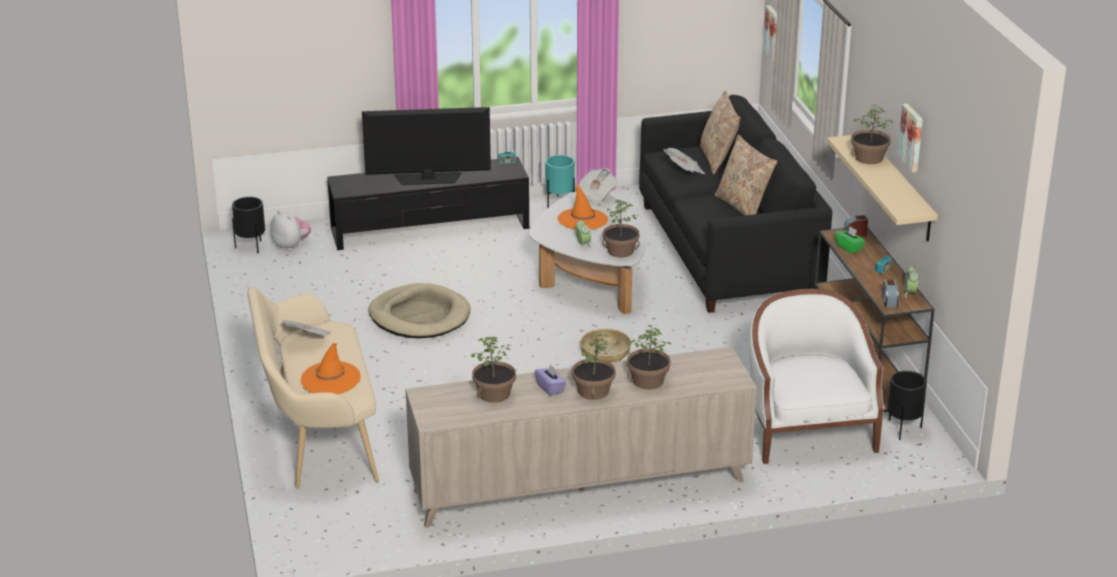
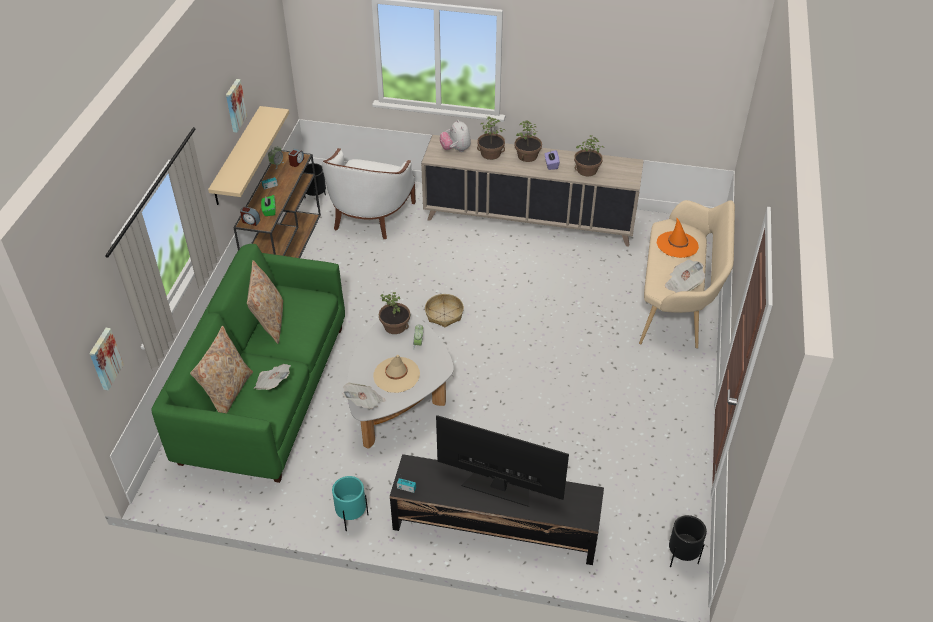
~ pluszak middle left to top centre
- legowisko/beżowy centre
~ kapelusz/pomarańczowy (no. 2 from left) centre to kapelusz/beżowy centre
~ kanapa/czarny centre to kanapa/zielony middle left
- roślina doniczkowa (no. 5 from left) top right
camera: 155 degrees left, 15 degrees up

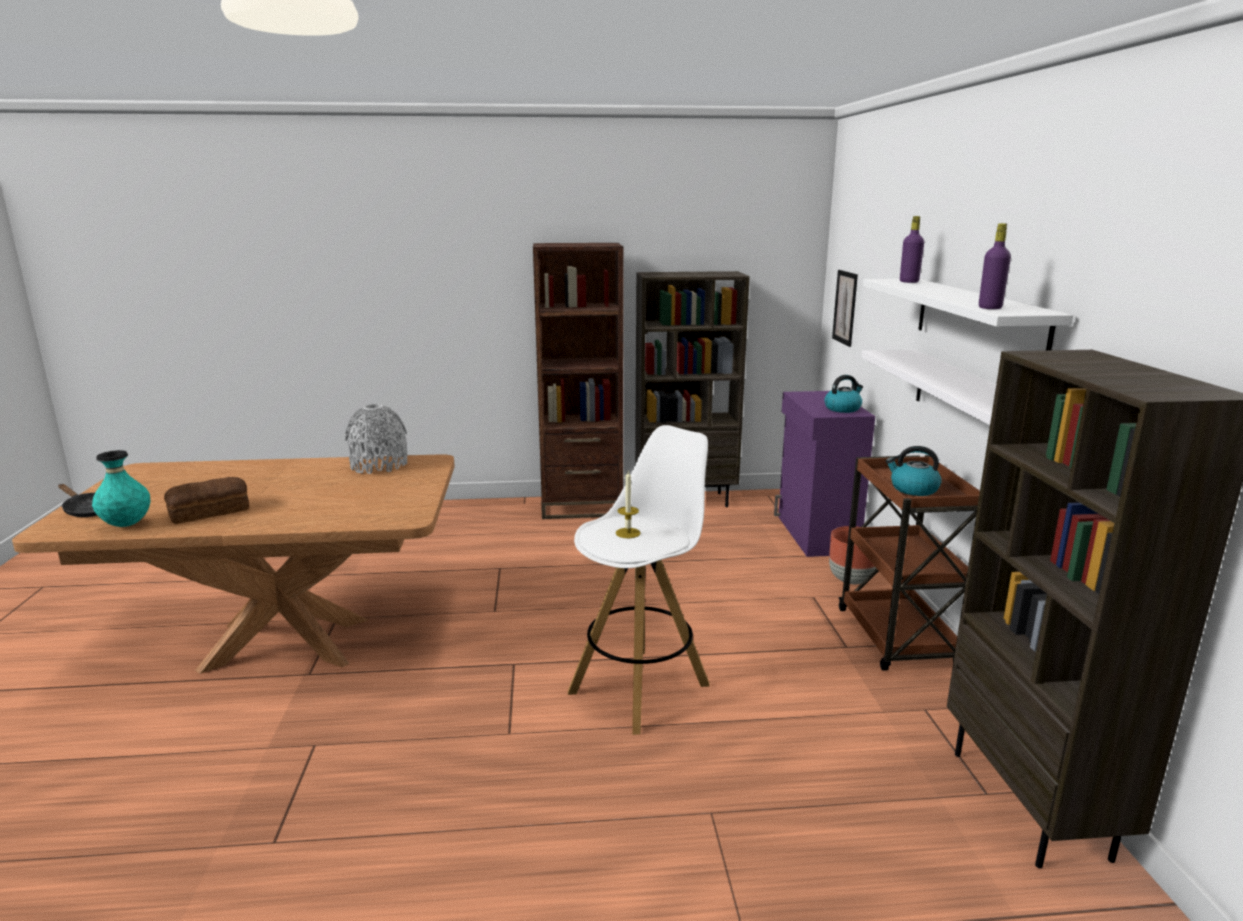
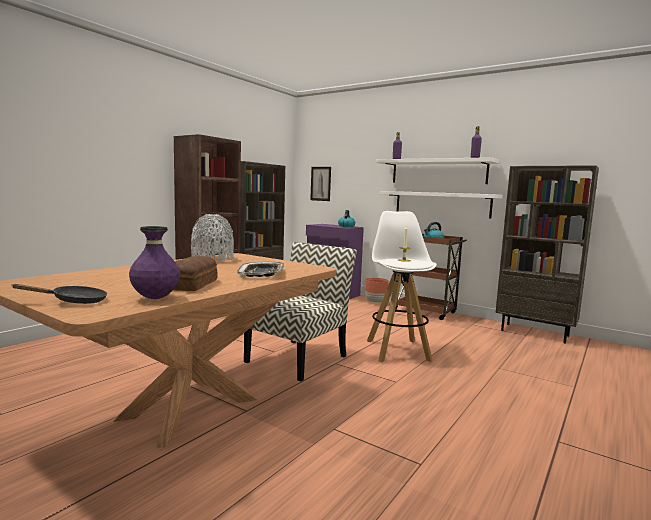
~ wazon/turkusowy middle left to wazon/fioletowy middle left
+ taca centre
+ krzesło centre
camera: 50 degrees left, 10 degrees down

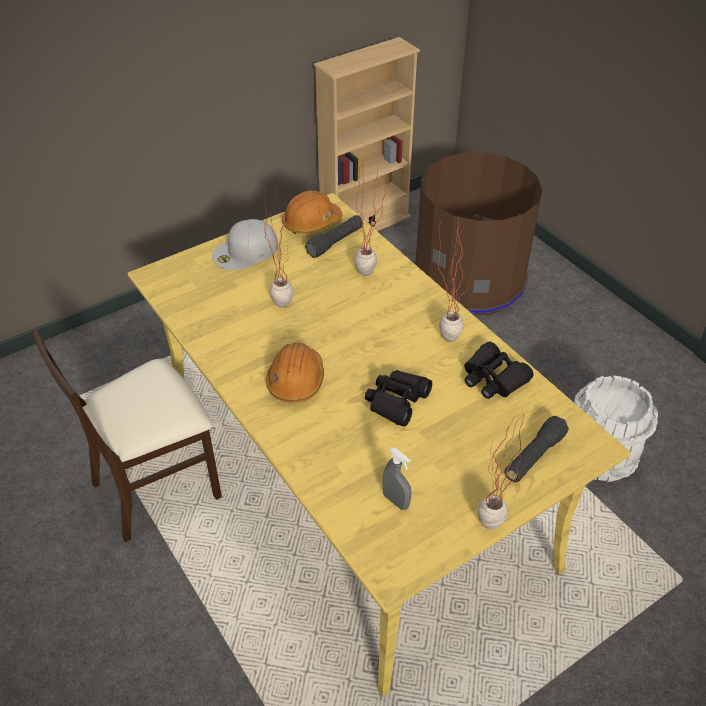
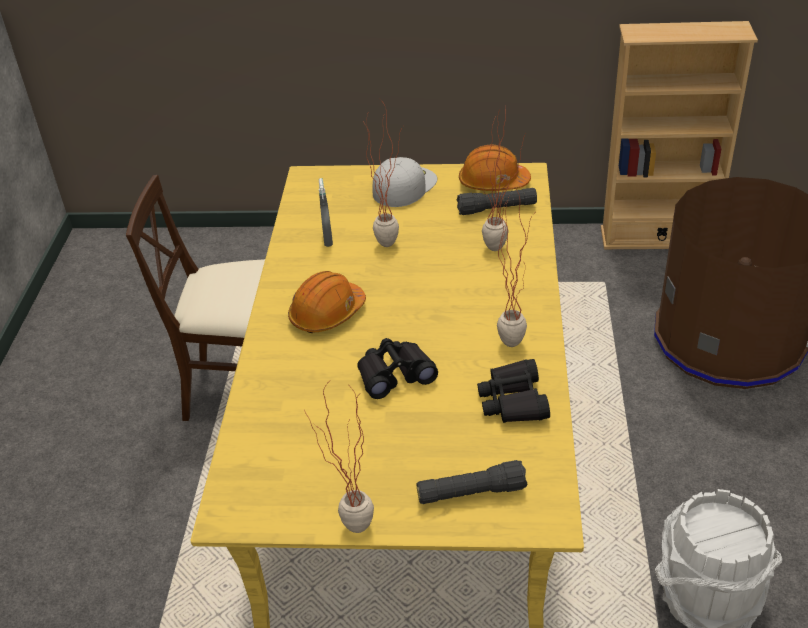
~ czapka z daszkiem/biały centre = top centre 120 degrees clockwise
~ spryskiwacz/szary bottom centre to centre
camera: 40 degrees right, 5 degrees down

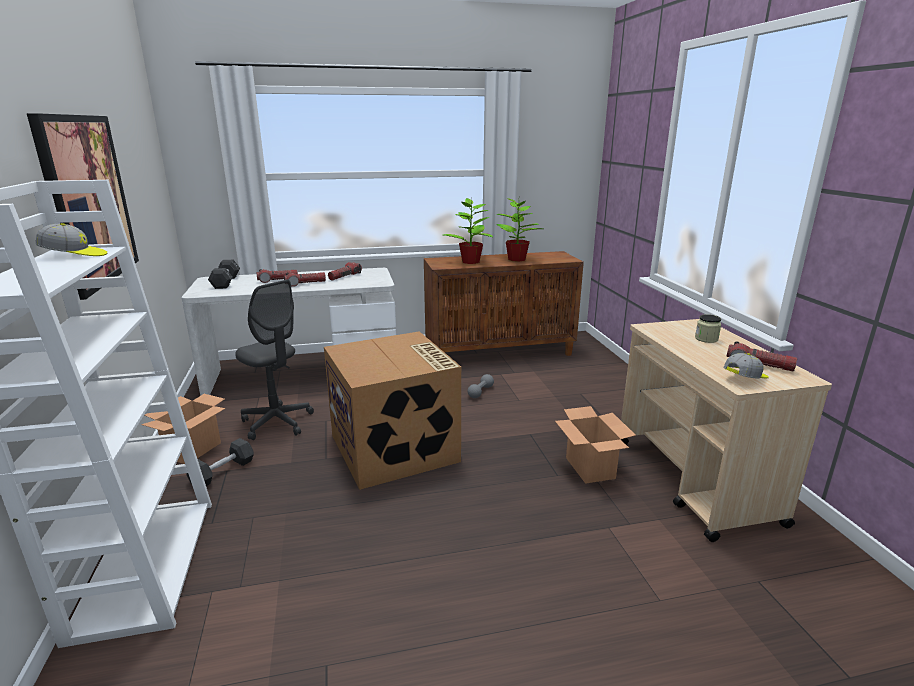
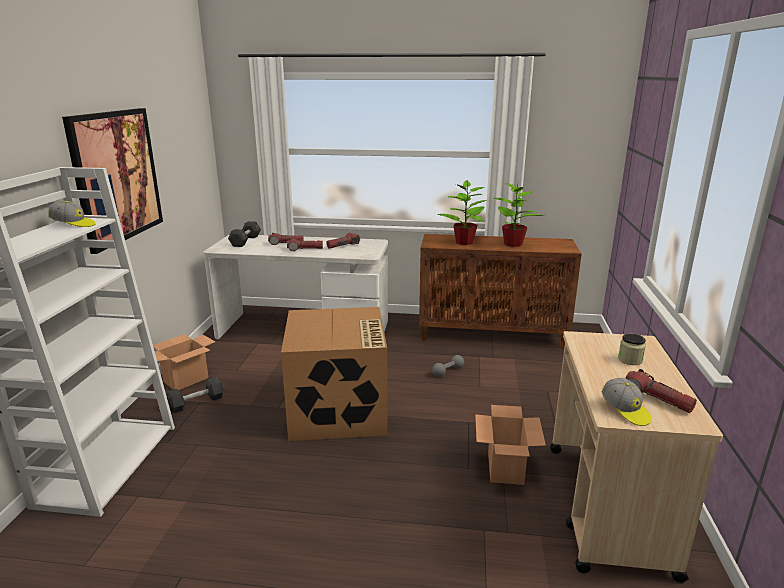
- krzesło biurowe/szary middle left
~ czapka z daszkiem (no. 2 from left) middle right = bottom right 75 degrees clockwise
camera: 20 degrees right, 0 degrees up

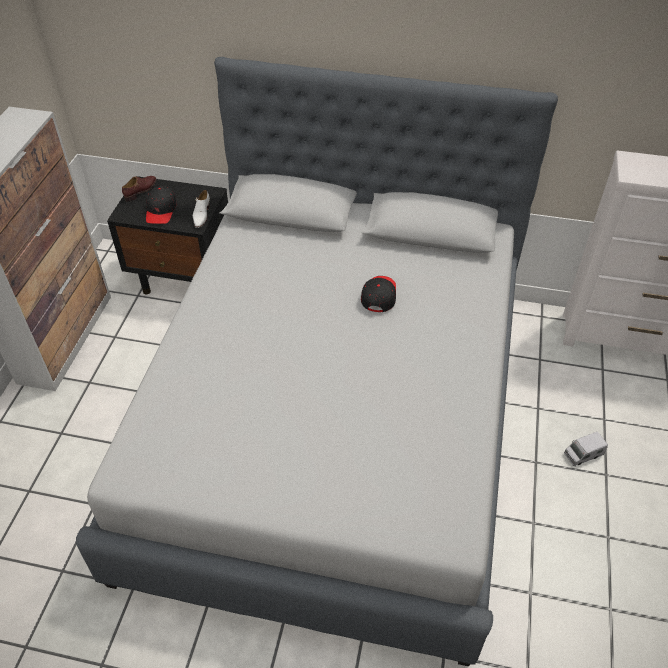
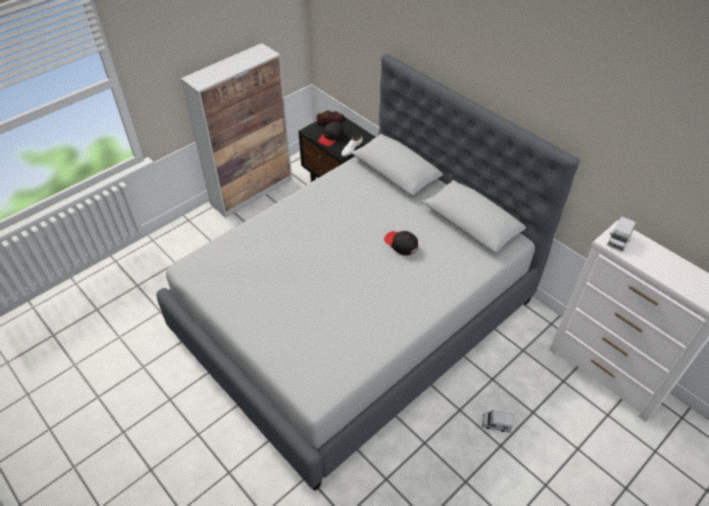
~ czapka z daszkiem/czarny (no. 2 from left) centre = centre 90 degrees counterclockwise
+ ciężarówka zabawkowa (no. 2 from left) middle right
camera: 35 degrees right, 0 degrees up

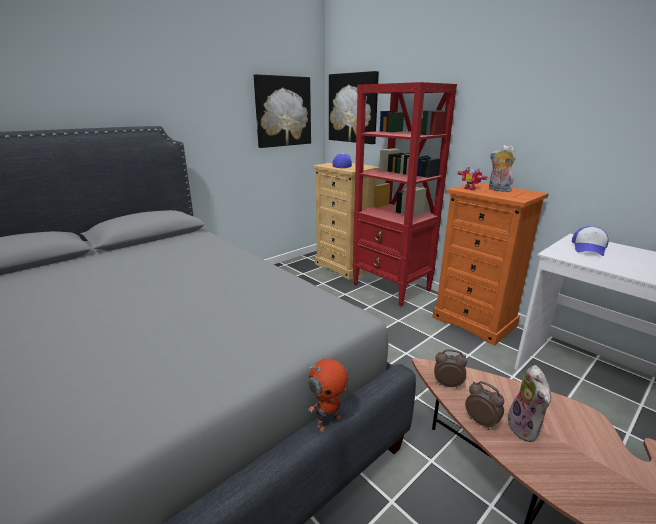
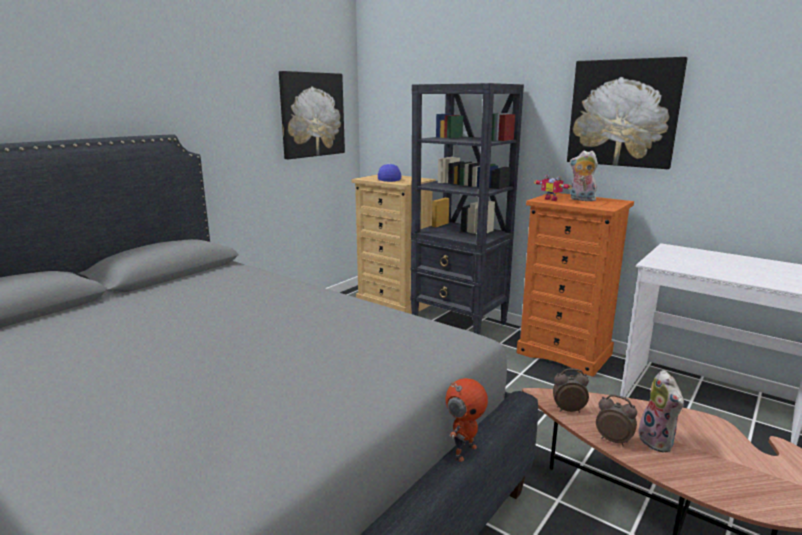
~ obraz (no. 2 from left) top centre to top right
~ regał/czerwony centre to regał/czarny centre
- czapka z daszkiem (no. 2 from left) middle right
camera: 10 degrees left, 5 degrees down

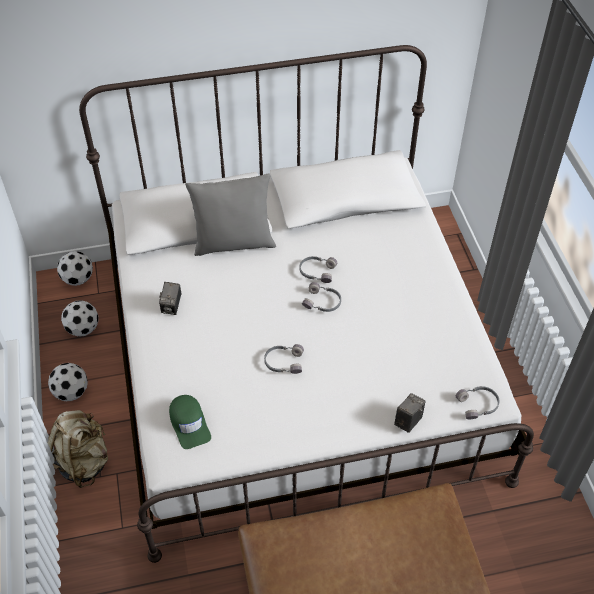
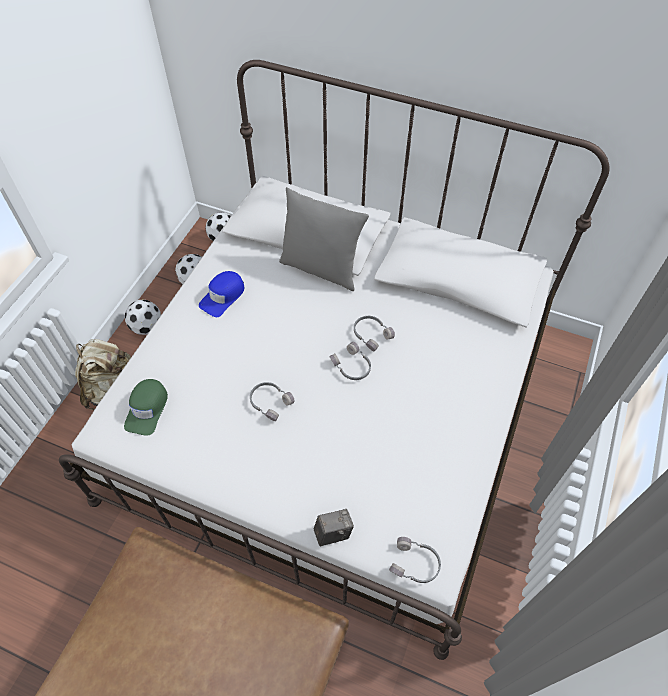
~ aparat fotograficzny (no. 1 from left) middle left to czapka z daszkiem/niebieski middle left
camera: 35 degrees right, 5 degrees up

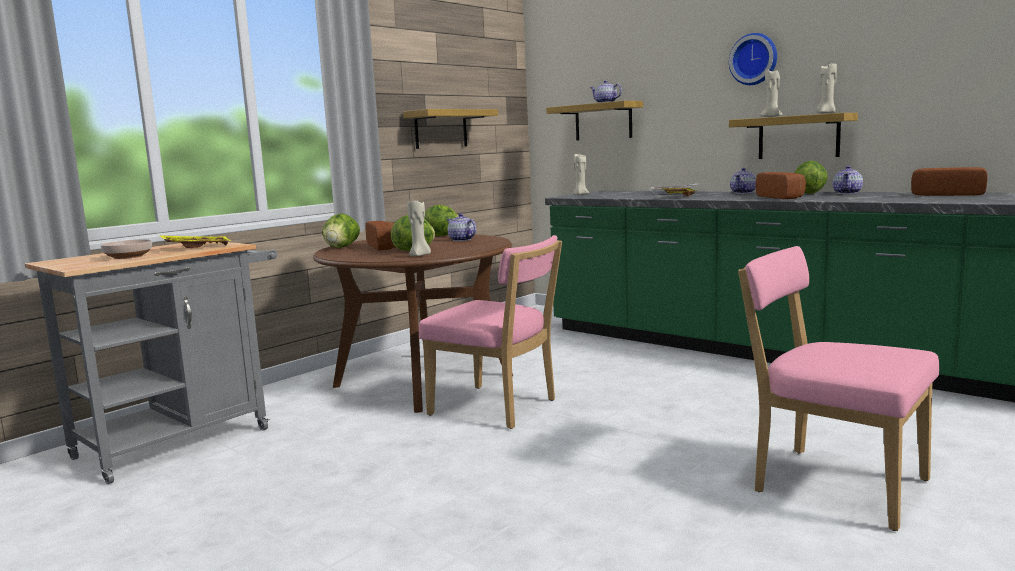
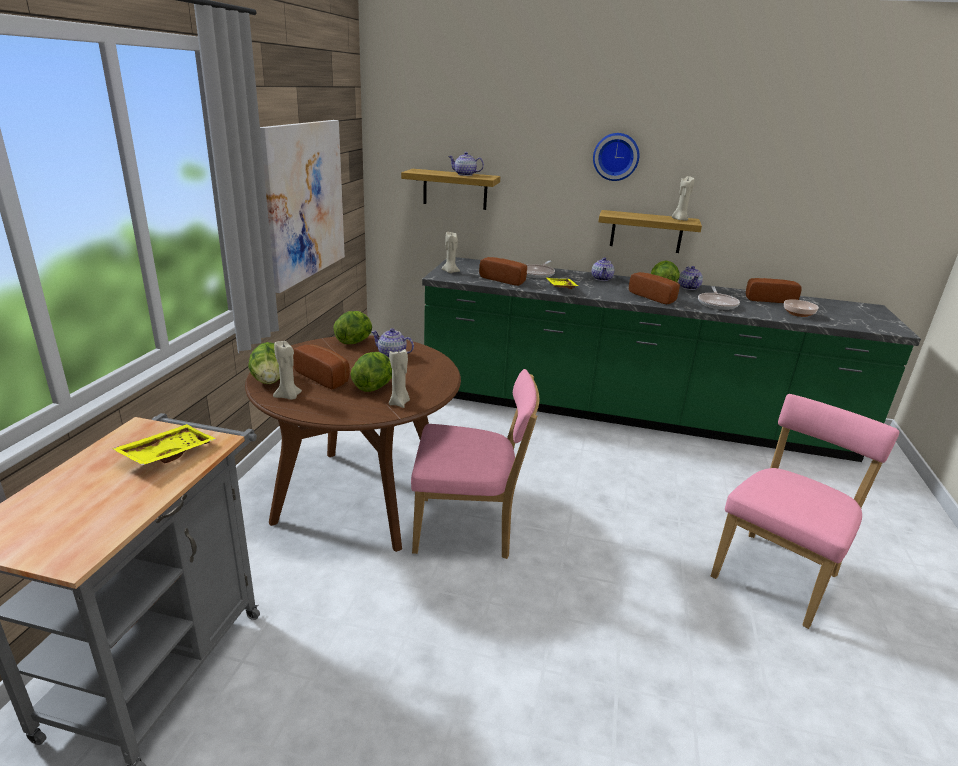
~ miska middle left to middle right
~ półka (no. 1 from left) top centre to obraz top left
~ krzesło/różowy (no. 2 from left) bottom right = bottom right 120 degrees clockwise
~ świeca/beżowy (no. 3 from left in the first image) top right to świeca/beżowy (no. 1 from left) middle left
+ chleb (no. 2 from left) centre
+ patelnia (no. 2 from left) middle right
camera: 30 degrees left, 15 degrees up

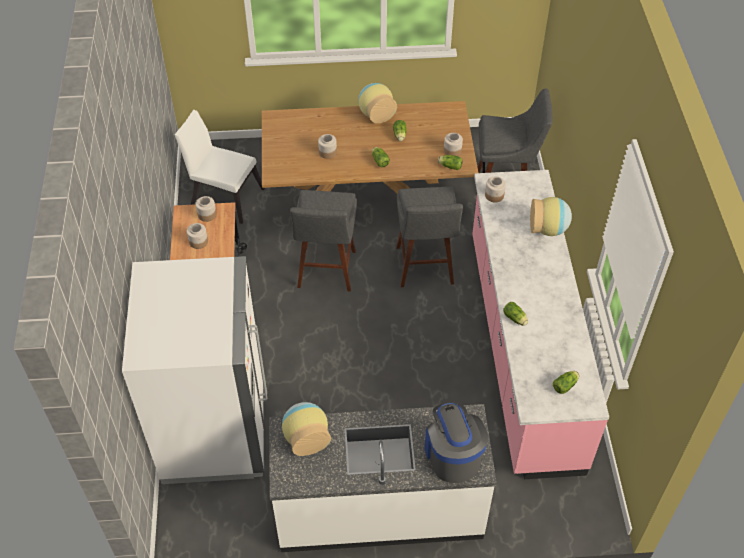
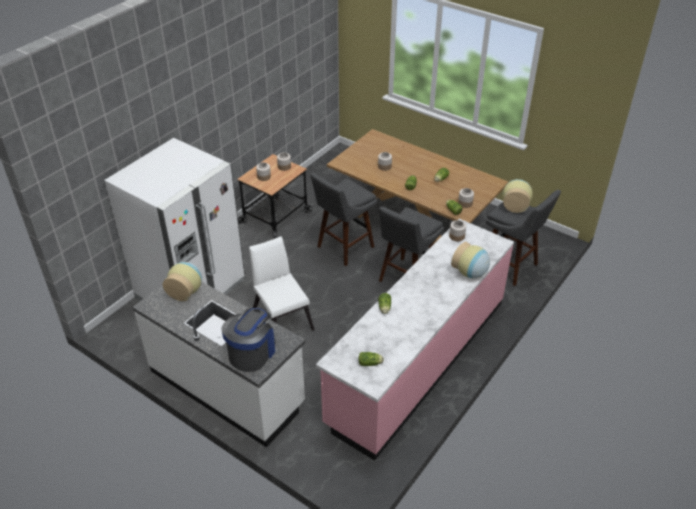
~ krzesło/biały top left to centre
~ wazon (no. 2 from left in the first image) top centre to wazon (no. 3 from left) middle right
camera: 40 degrees right, 10 degrees down

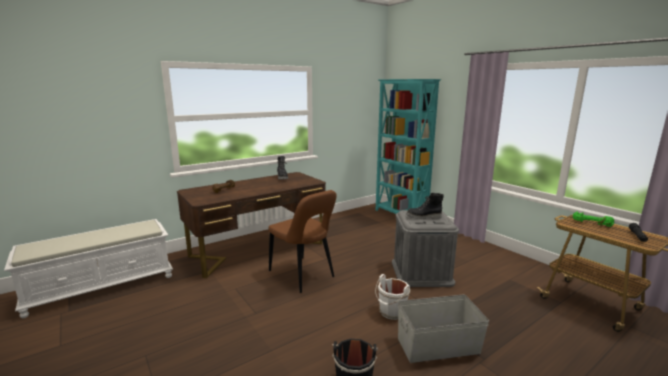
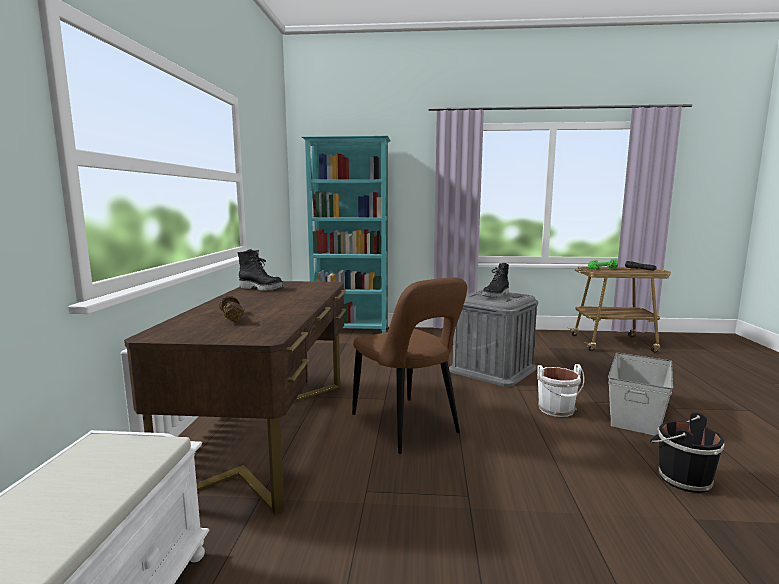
~ krzesło/brązowy centre = centre 60 degrees clockwise
camera: 50 degrees left, 5 degrees down

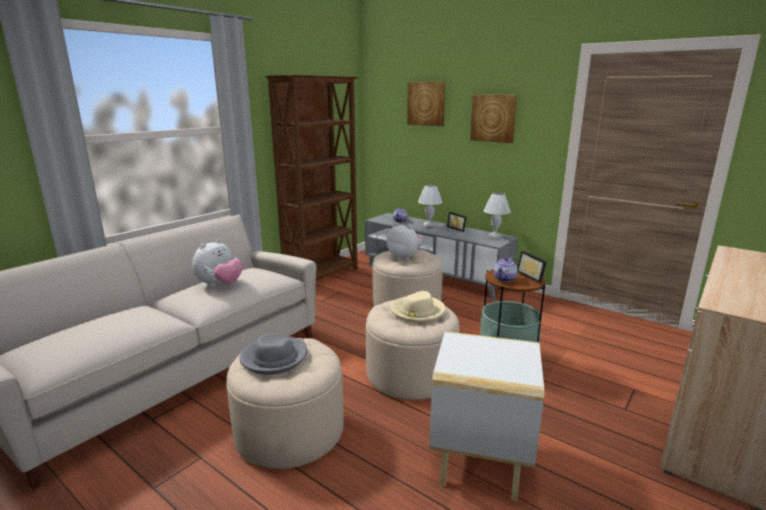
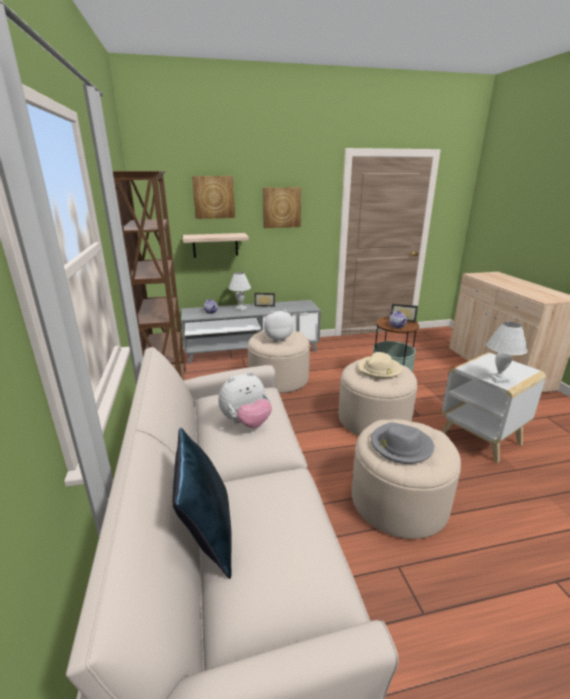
~ pluszak (no. 1 from left) middle left = centre 75 degrees clockwise
~ lampa stołowa/biały (no. 2 from left) centre to middle right
+ poduszka/niebieski bottom centre
+ półka centre
camera: 50 degrees left, 5 degrees up

